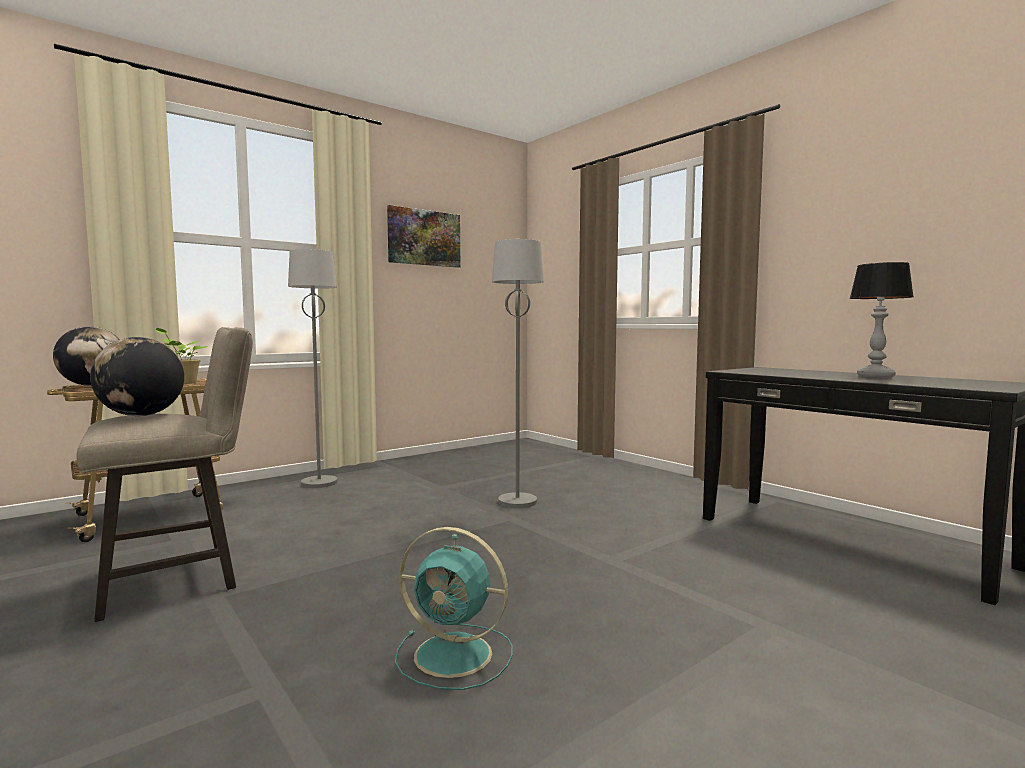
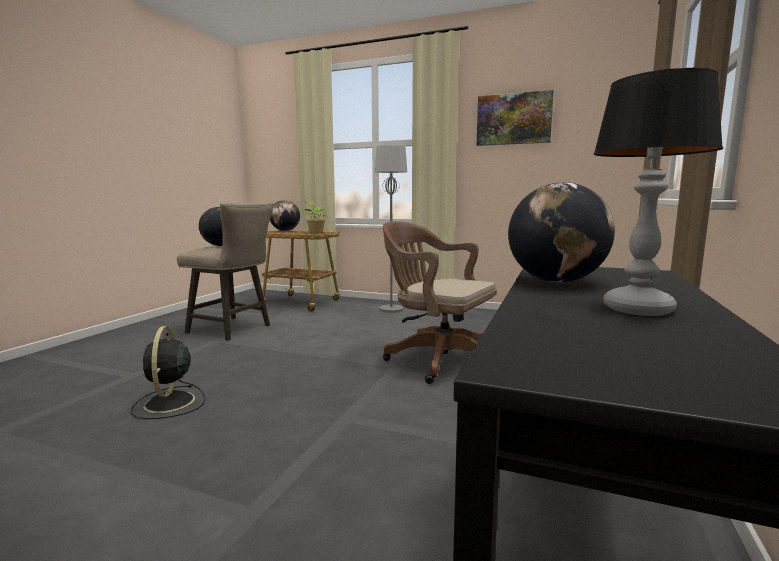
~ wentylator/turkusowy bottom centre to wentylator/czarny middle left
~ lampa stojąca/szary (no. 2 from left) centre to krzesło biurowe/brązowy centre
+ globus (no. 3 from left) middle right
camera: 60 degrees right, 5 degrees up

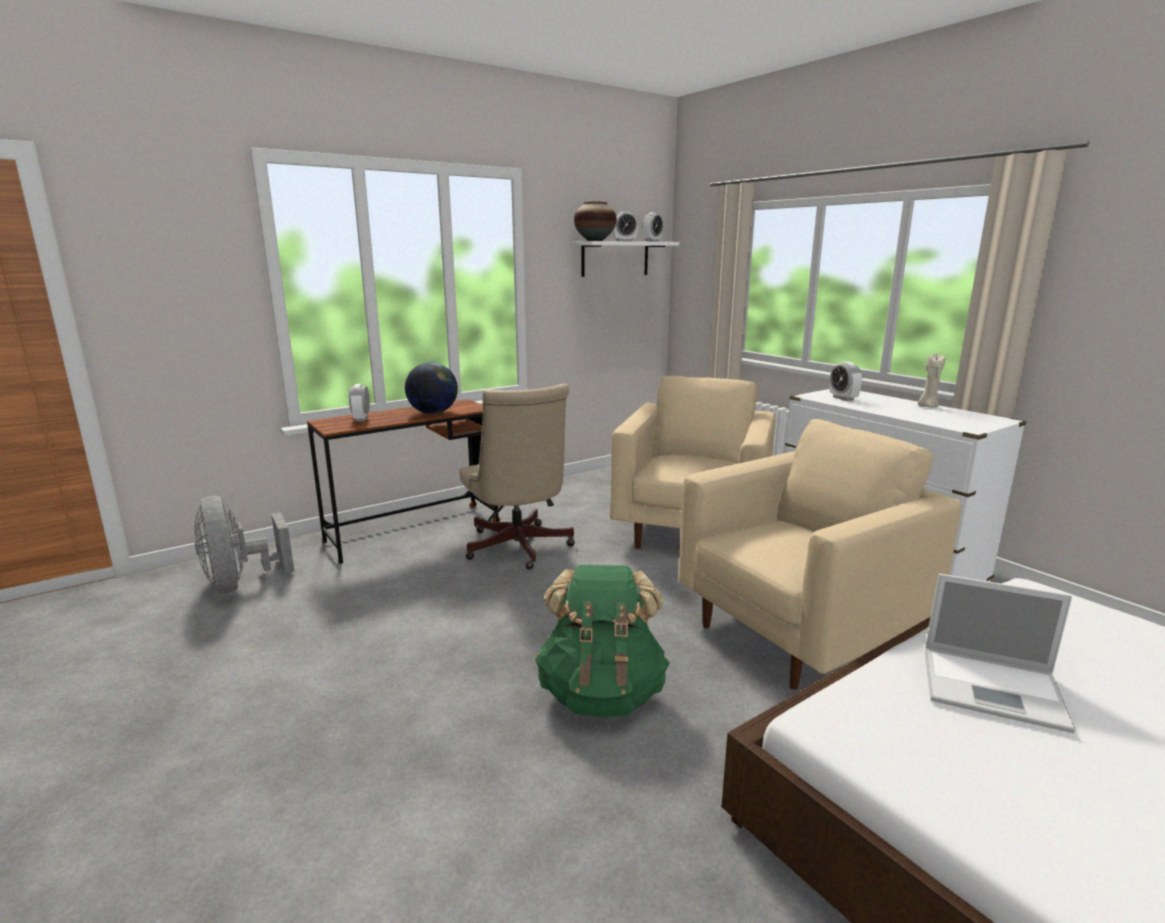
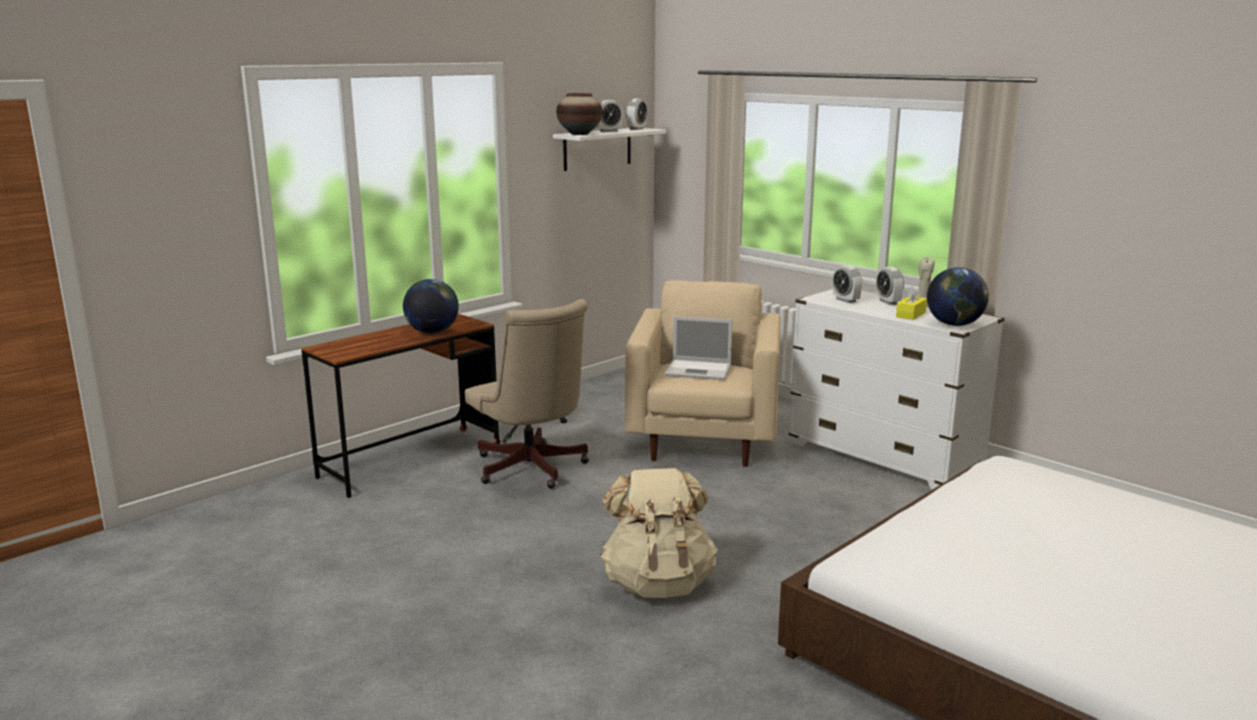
- wentylator/szary middle left
~ budzik (no. 1 from left in the first image) middle left to budzik (no. 4 from left) middle right
~ plecak/zielony bottom centre to plecak/beżowy bottom centre
- fotel/beżowy (no. 2 from left) middle right
~ laptop bottom right to centre
+ pudełko chusteczek/żółty middle right
+ globus (no. 2 from left) middle right
camera: 10 degrees left, 0 degrees up

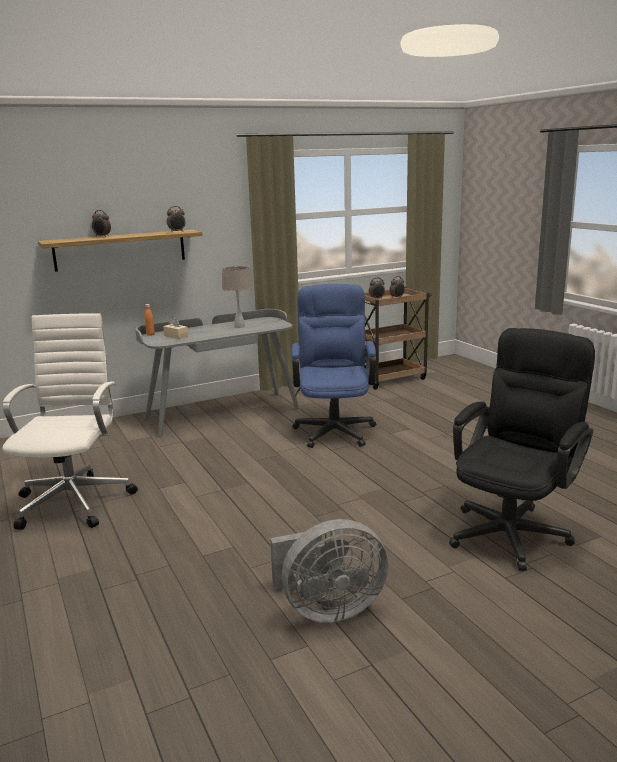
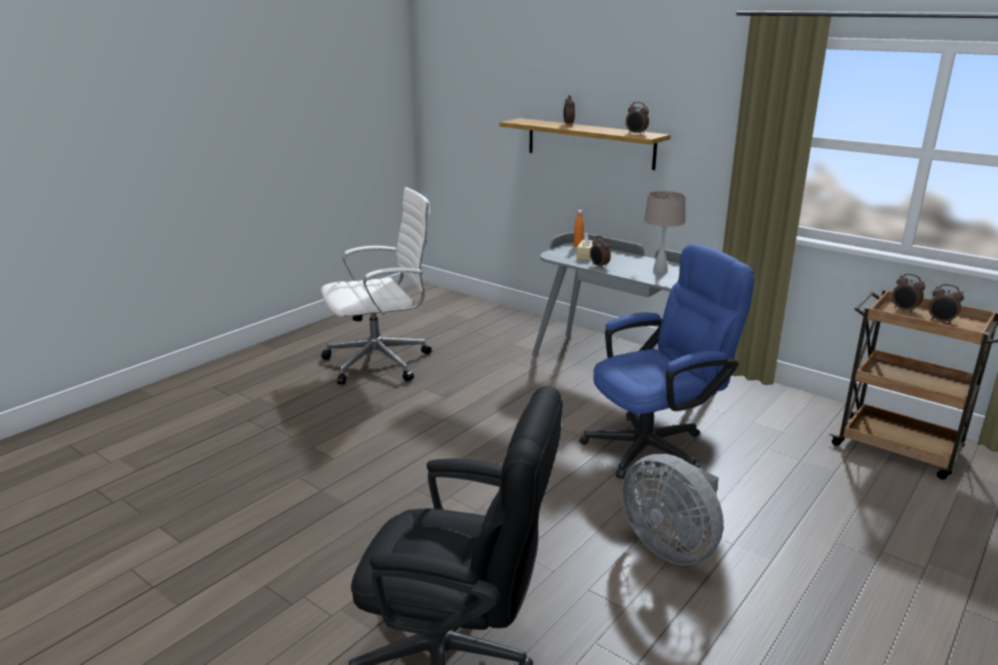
~ wentylator/szary bottom centre to bottom right
+ budzik (no. 2 from left) centre
camera: 65 degrees right, 5 degrees up

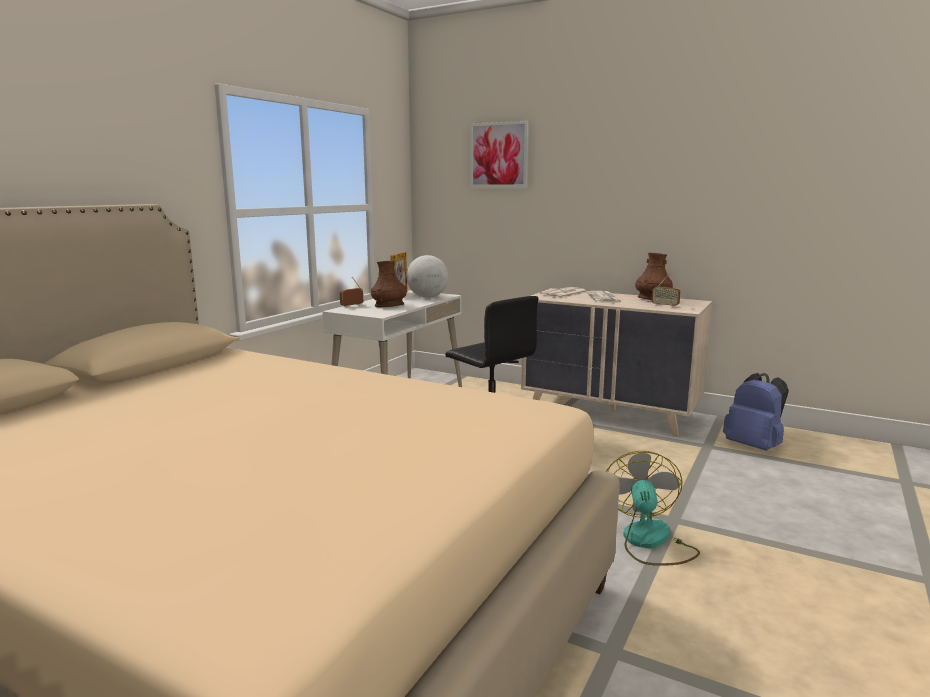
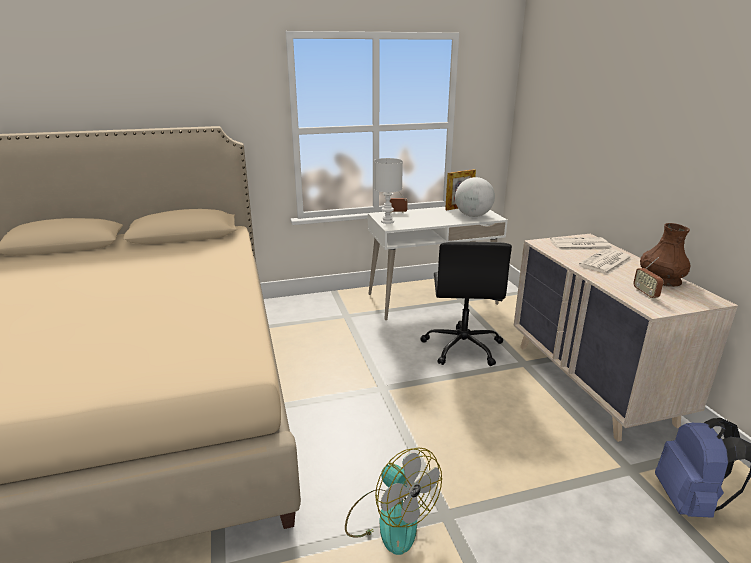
- wazon/brązowy (no. 1 from left) centre
- obraz top centre
~ wentylator bottom right = bottom centre 90 degrees clockwise
+ lampa stołowa/biały centre
camera: 45 degrees right, 10 degrees up

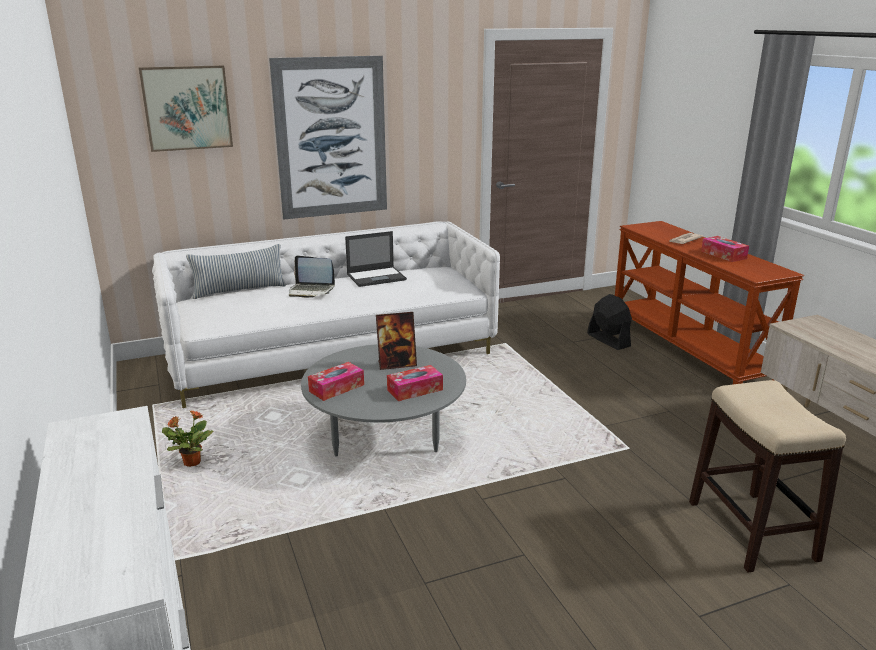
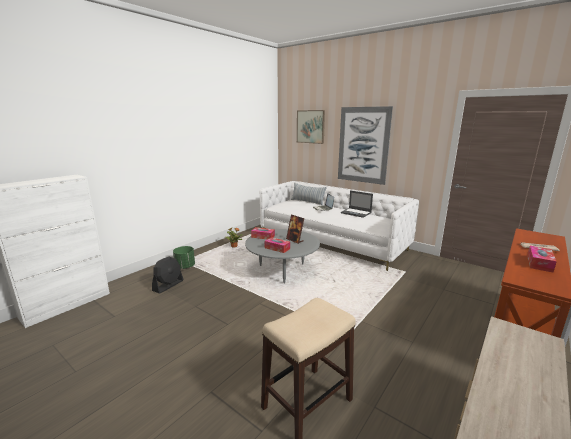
~ wentylator/czarny middle right to middle left
+ donica/zielony middle left
camera: 60 degrees right, 5 degrees down

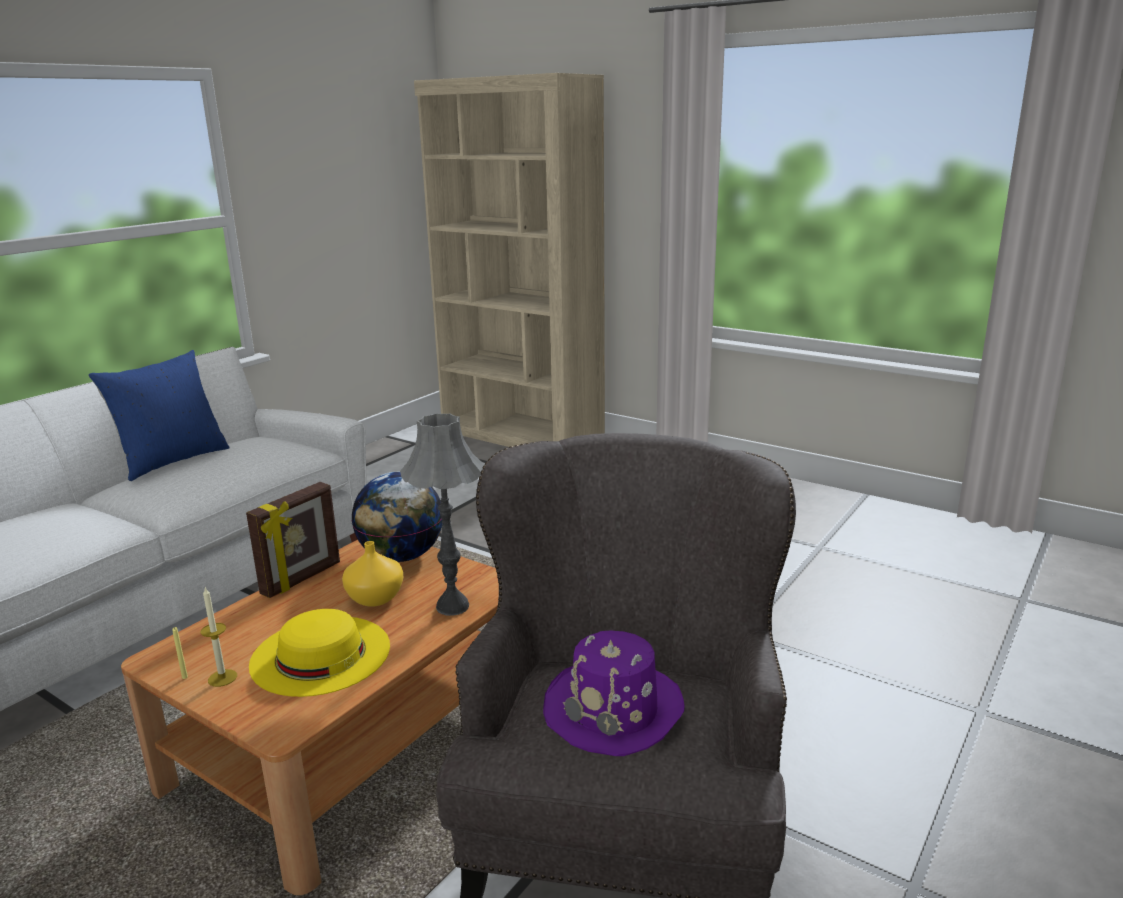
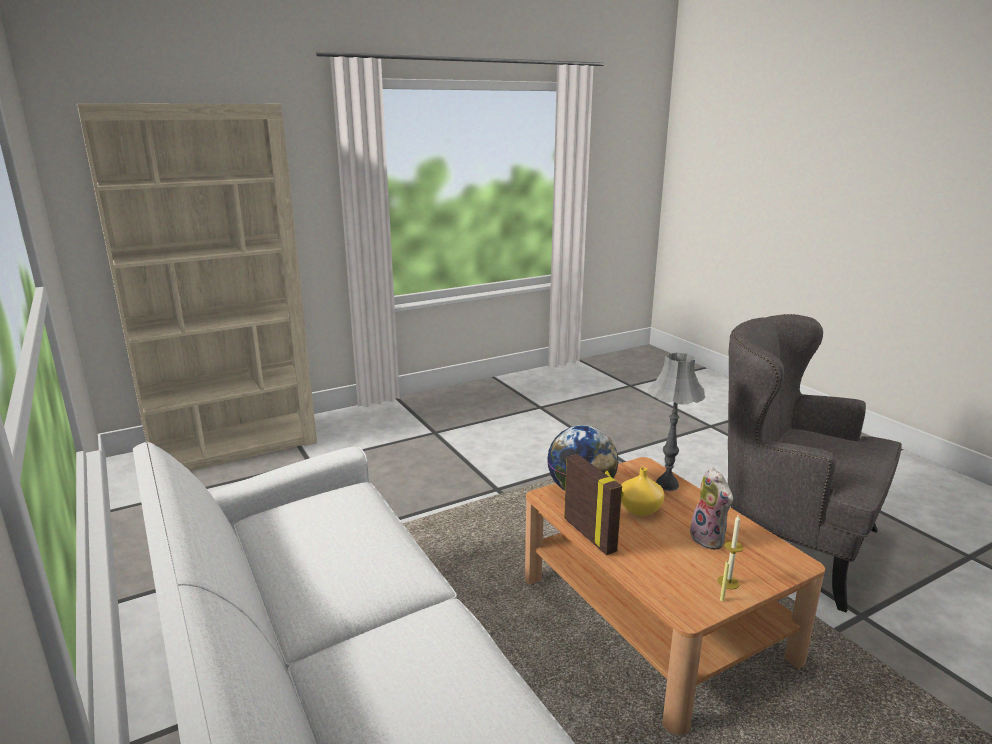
- poduszka/niebieski middle left
~ kapelusz/żółty bottom left to pluszak bottom right
- kapelusz/fioletowy bottom centre
camera: 65 degrees left, 0 degrees up

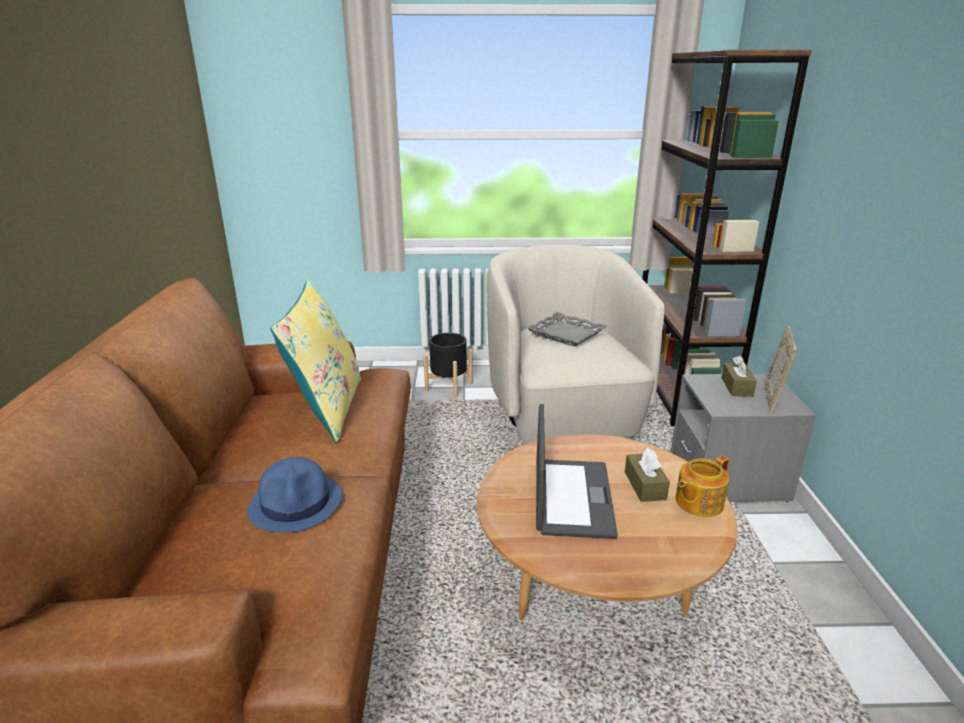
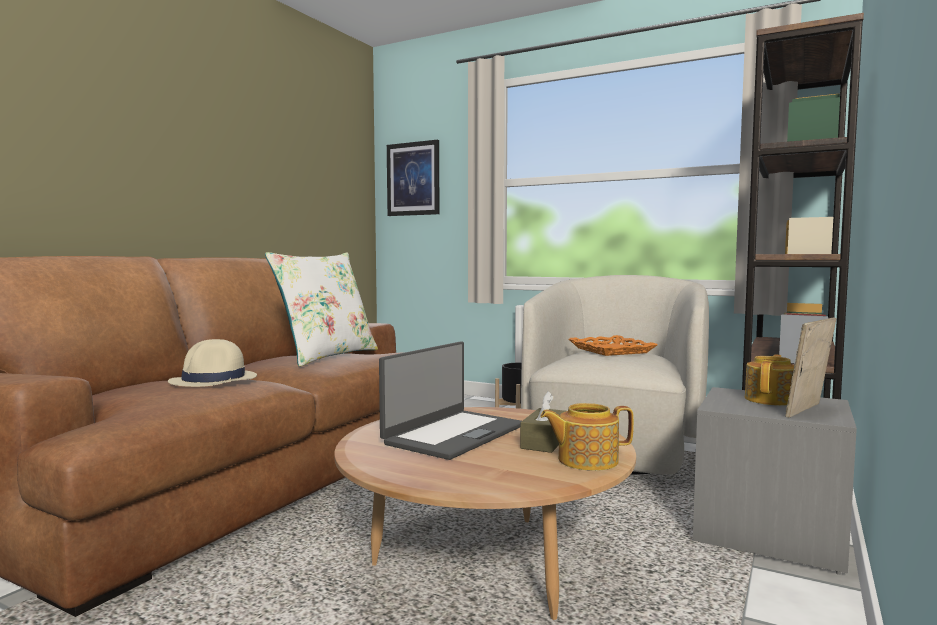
~ kapelusz/niebieski bottom left to kapelusz/beżowy middle left
~ poduszka/żółty middle left to poduszka/biały centre
~ taca/szary centre to taca/pomarańczowy centre
~ pudełko chusteczek/brązowy (no. 2 from left) middle right to imbryk (no. 2 from left) middle right
+ obraz top centre
camera: 30 degrees right, 20 degrees down

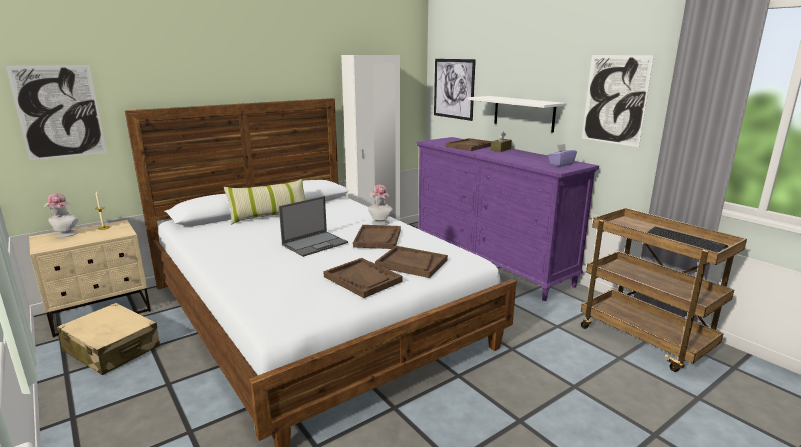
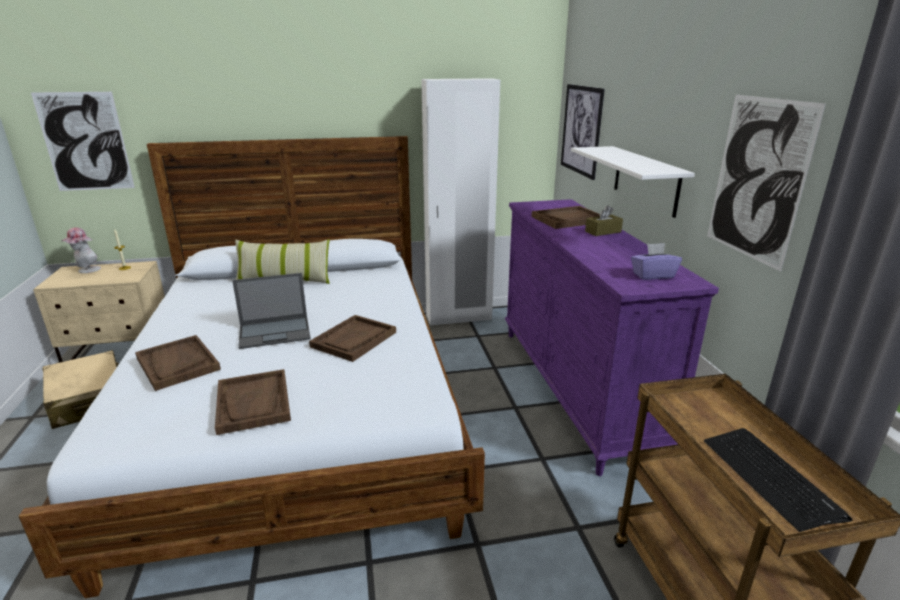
- kapelusz (no. 2 from left) centre
~ taca/brązowy (no. 3 from left in the first image) centre to taca/brązowy (no. 1 from left) middle left
camera: 25 degrees right, 5 degrees up

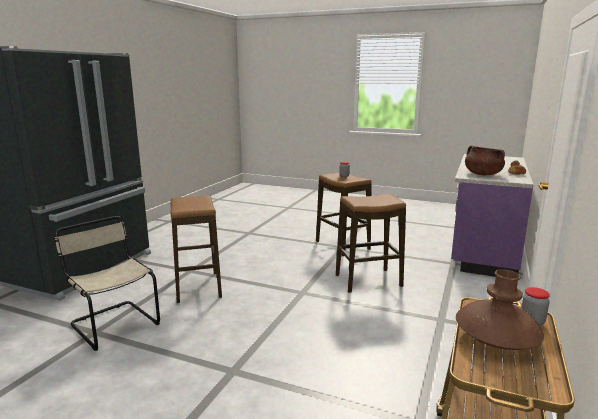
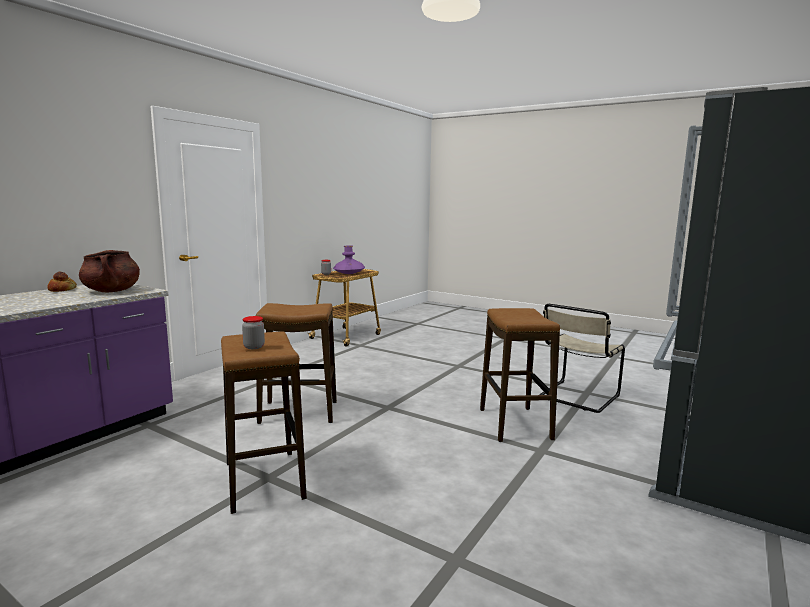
~ krzesło/beżowy bottom left = middle right 75 degrees clockwise
~ wazon/brązowy bottom right to wazon/fioletowy centre
camera: 170 degrees left, 5 degrees down

